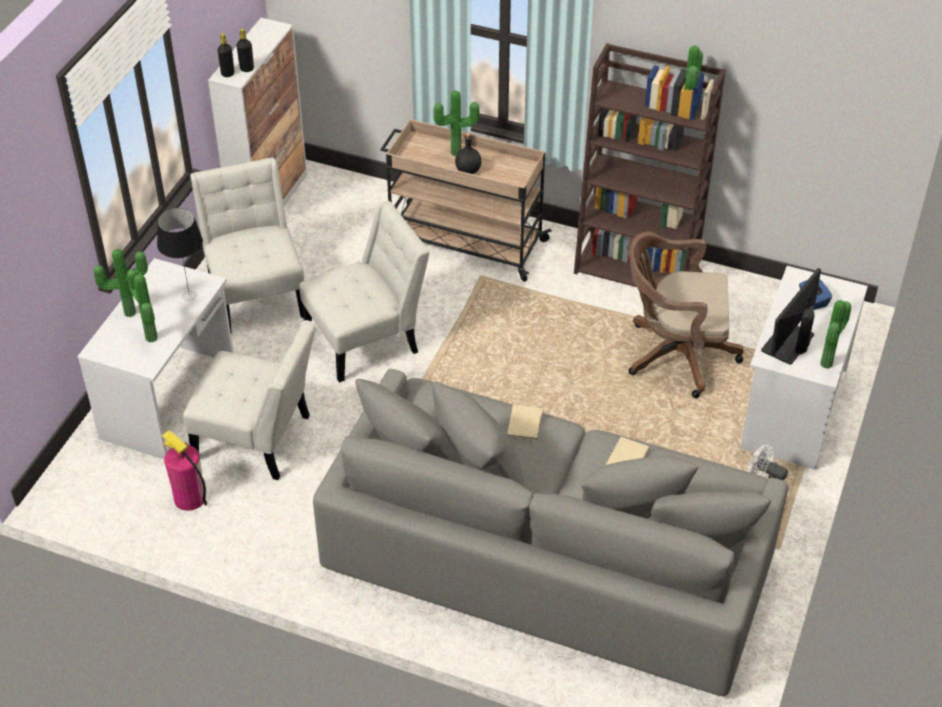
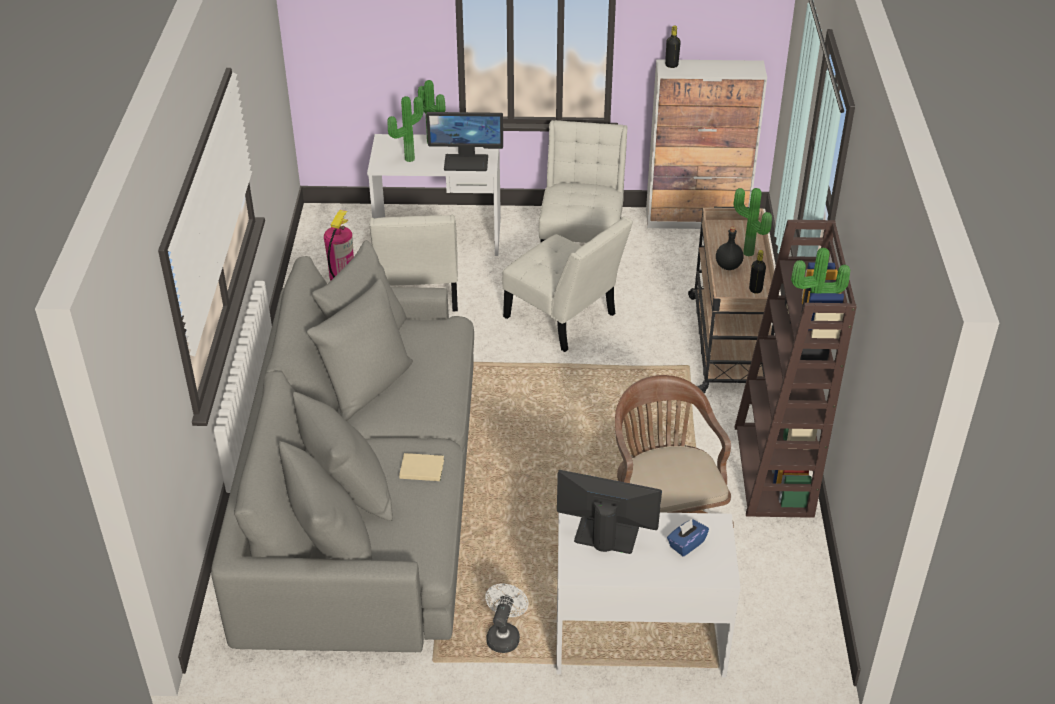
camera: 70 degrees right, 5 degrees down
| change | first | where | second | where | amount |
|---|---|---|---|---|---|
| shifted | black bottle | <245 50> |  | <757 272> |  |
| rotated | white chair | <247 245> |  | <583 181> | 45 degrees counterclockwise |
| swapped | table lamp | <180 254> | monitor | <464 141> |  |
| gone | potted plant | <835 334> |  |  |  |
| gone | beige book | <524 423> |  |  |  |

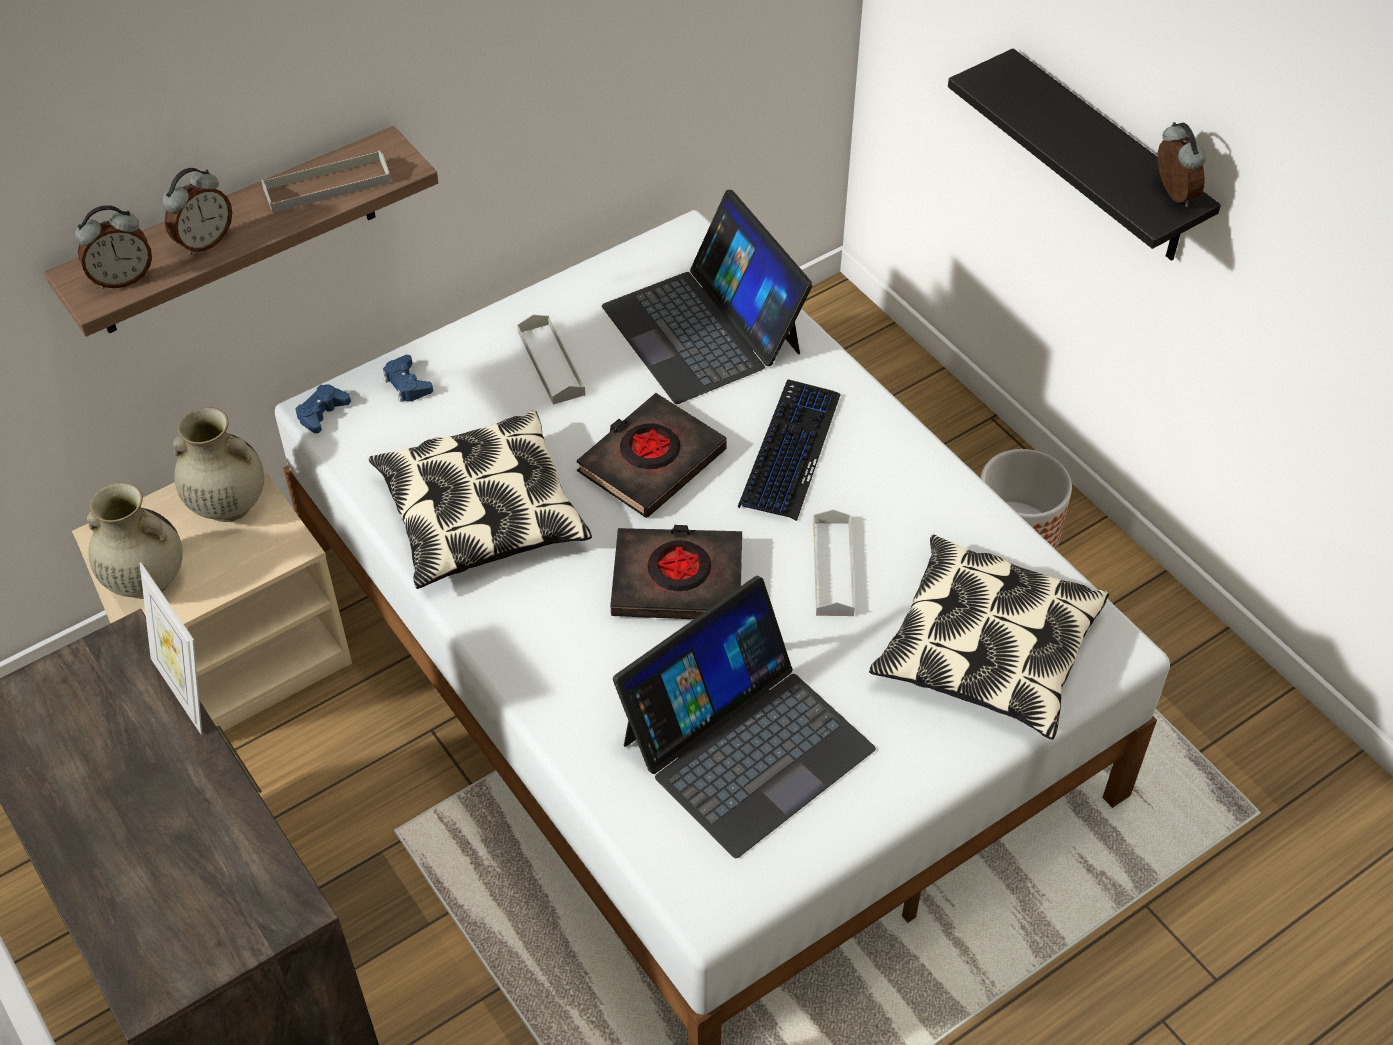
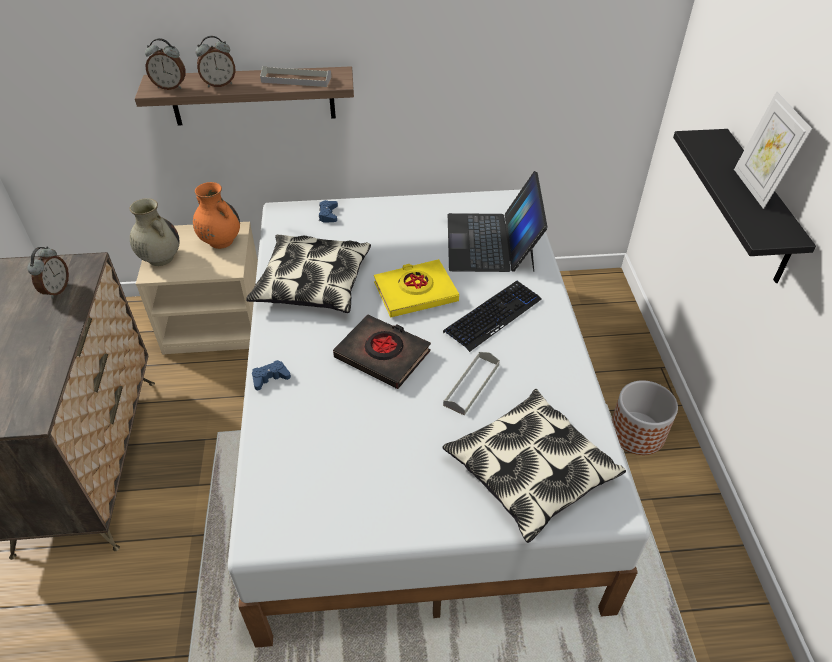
camera: 30 degrees right, 5 degrees down
| change | first | where | second | where | amount |
|---|---|---|---|---|---|
| shifted | alarm clock | <1182 164> |  | <48 272> |  |
| gone | grey tray | <551 360> |  |  |  |
| shifted | blue game controller | <323 408> |  | <271 375> |  |
| repainted | black book | <652 455> | yellow book | <416 288> |  |
| repainted | beige vase | <218 464> | orange vase | <216 215> |  |
| shifted | picture frame | <171 648> |  | <773 150> |  |
| gone | laptop | <744 717> |  |  |  |

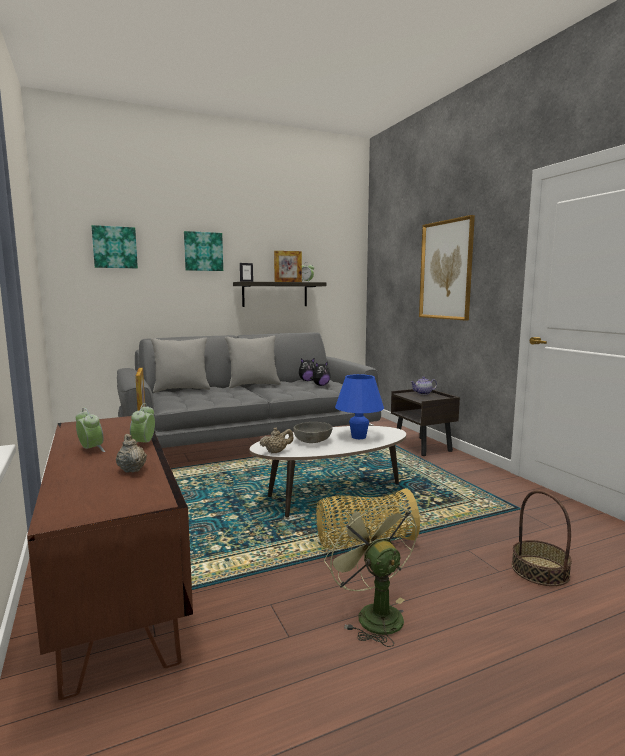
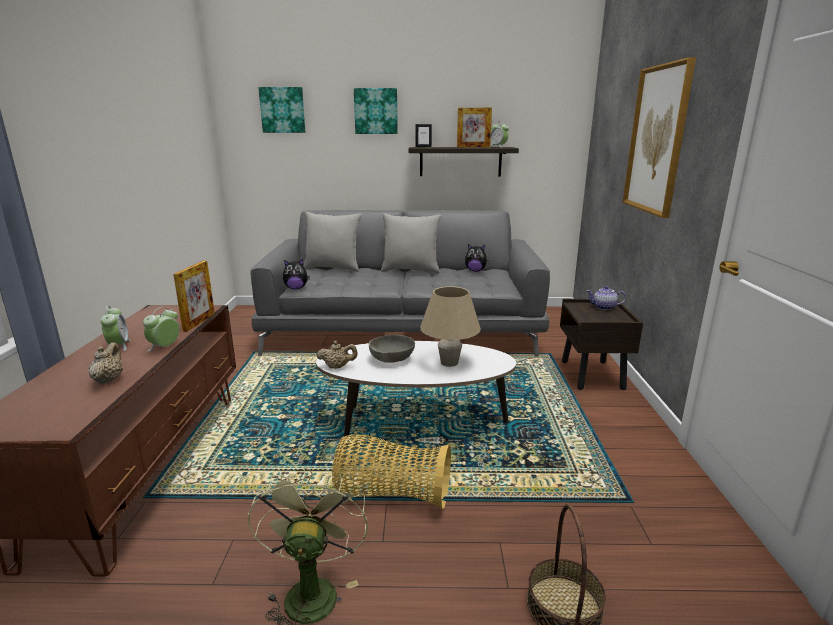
camera: 25 degrees right, 10 degrees up
| change | first | where | second | where | amount |
|---|---|---|---|---|---|
| shifted | plush toy | <320 373> |  | <296 274> |  |
| repainted | blue table lamp | <359 406> | beige table lamp | <450 326> |  |

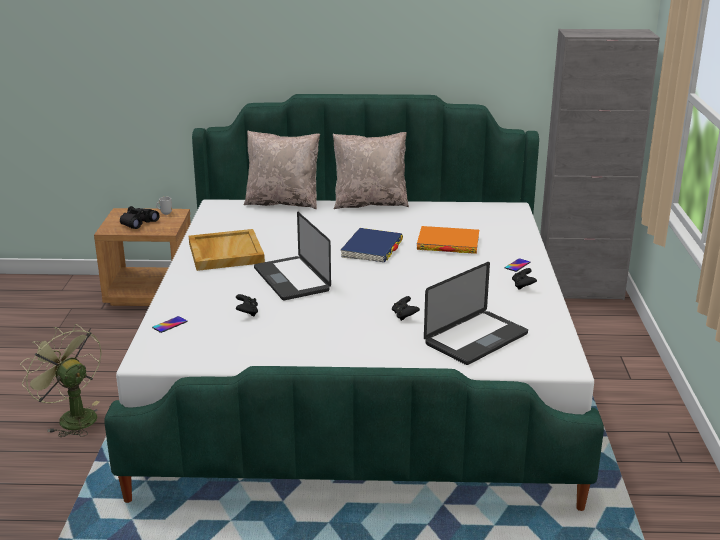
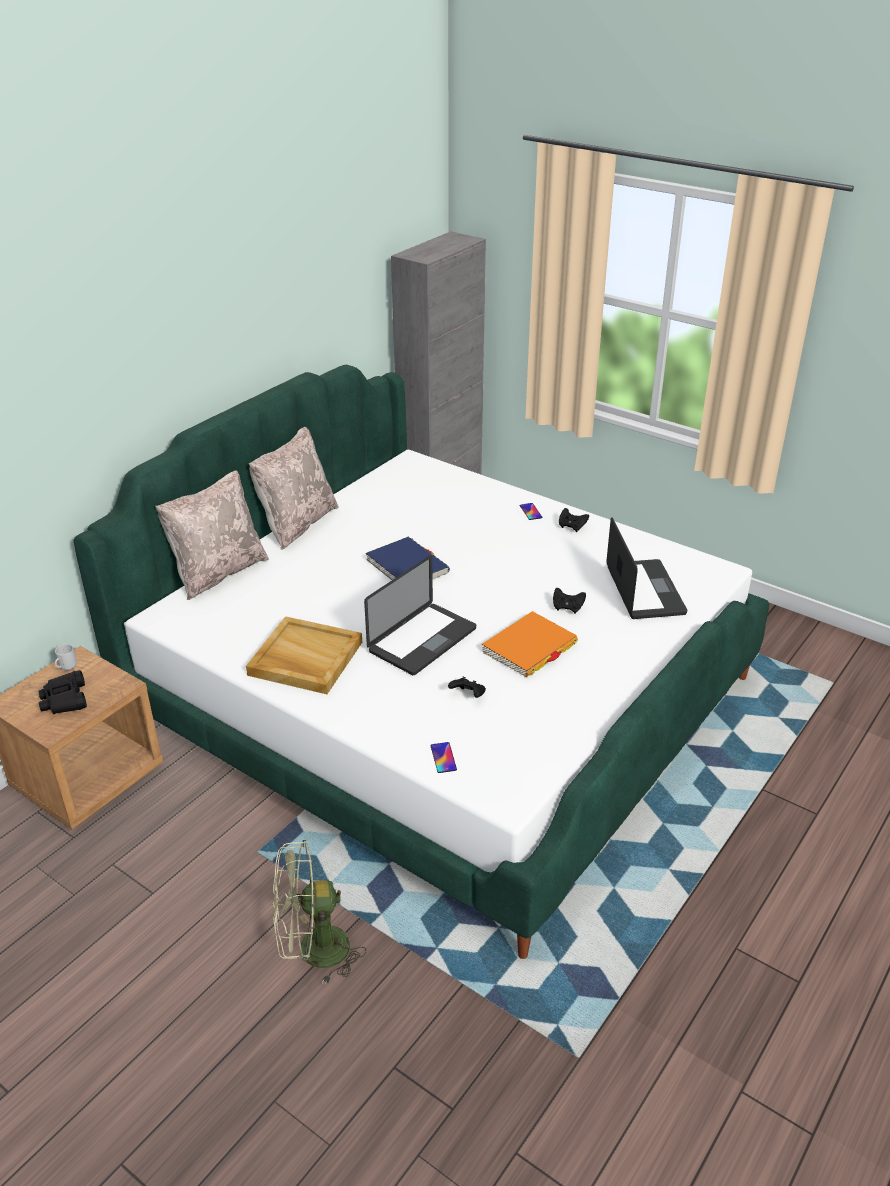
camera: 55 degrees left, 10 degrees up
| change | first | where | second | where | amount |
|---|---|---|---|---|---|
| rotated | laptop | <292 256> |  | <420 615> | 60 degrees counterclockwise |
| shifted | orange book | <448 240> |  | <530 644> |  |

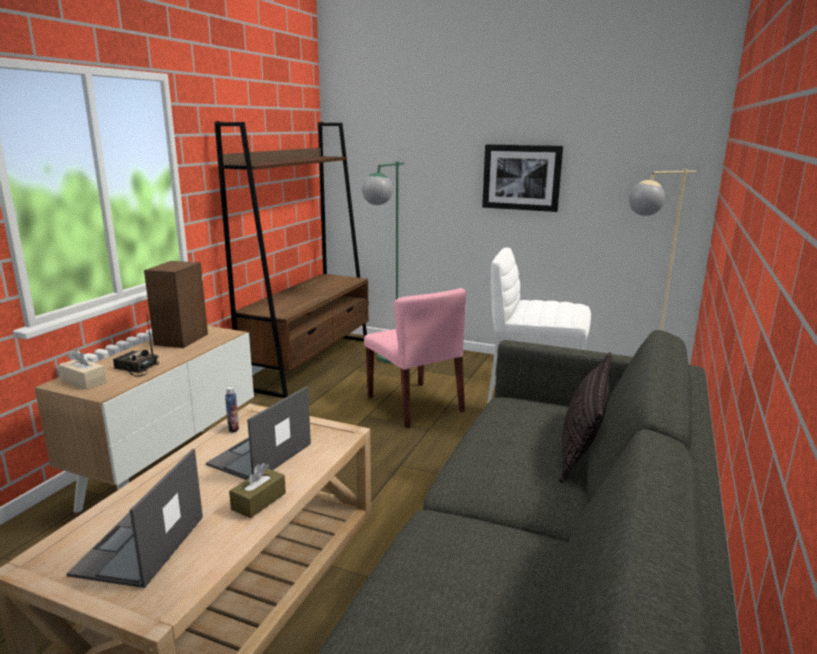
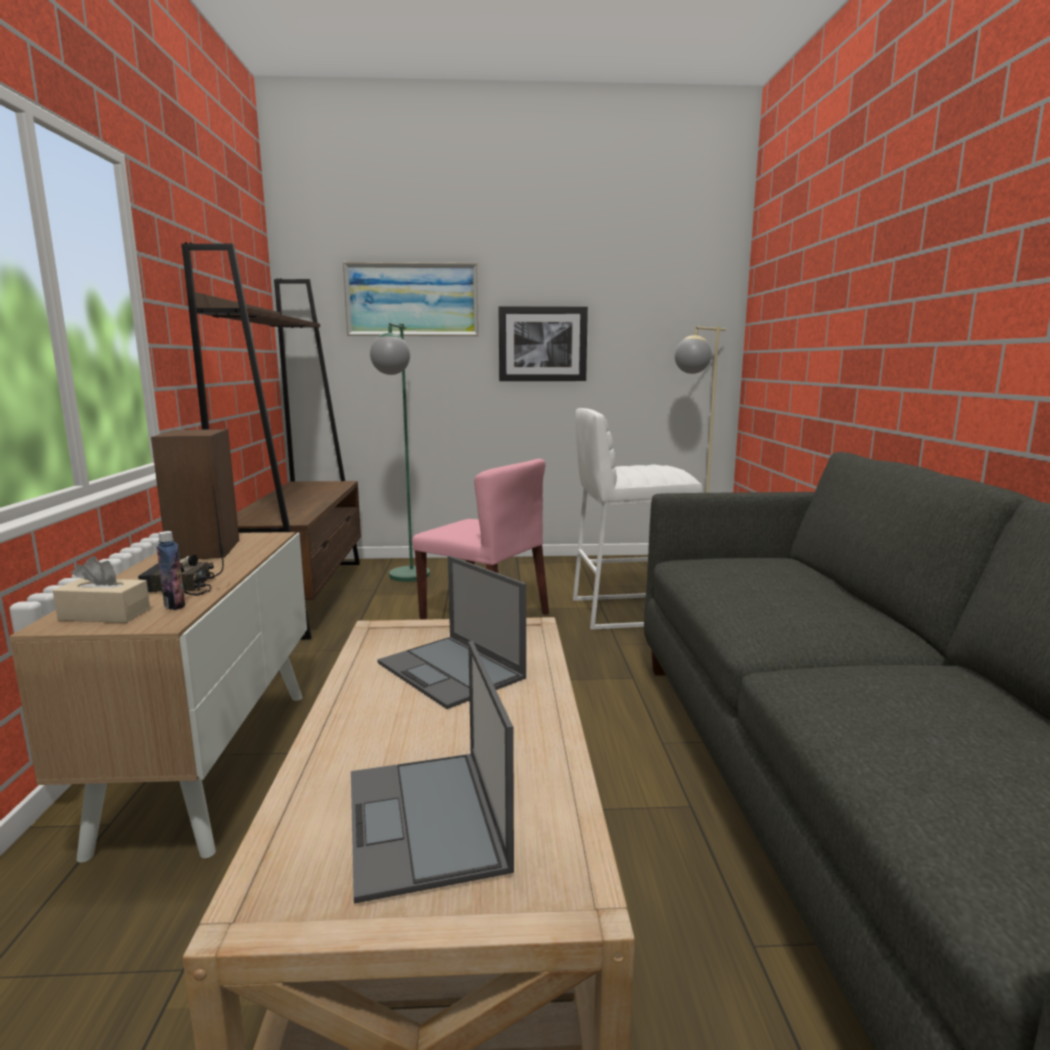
camera: 25 degrees left, 5 degrees down
| change | first | where | second | where | amount |
|---|---|---|---|---|---|
| gone | pillow | <585 417> |  |  |  |
| rotated | laptop | <258 433> |  | <451 632> | 45 degrees counterclockwise |
| shifted | bottle | <232 410> |  | <170 570> |  |
| gone | brown tissue box | <257 490> |  |  |  |
| new |  |  | picture | <411 299> |  |

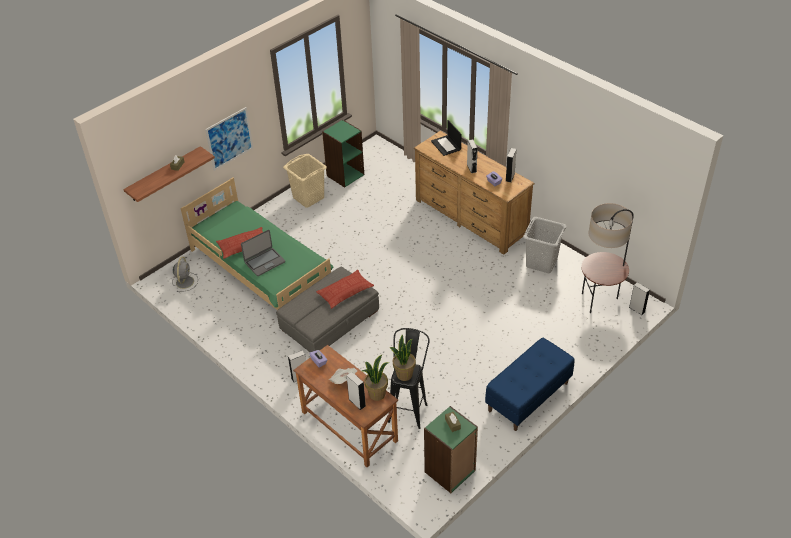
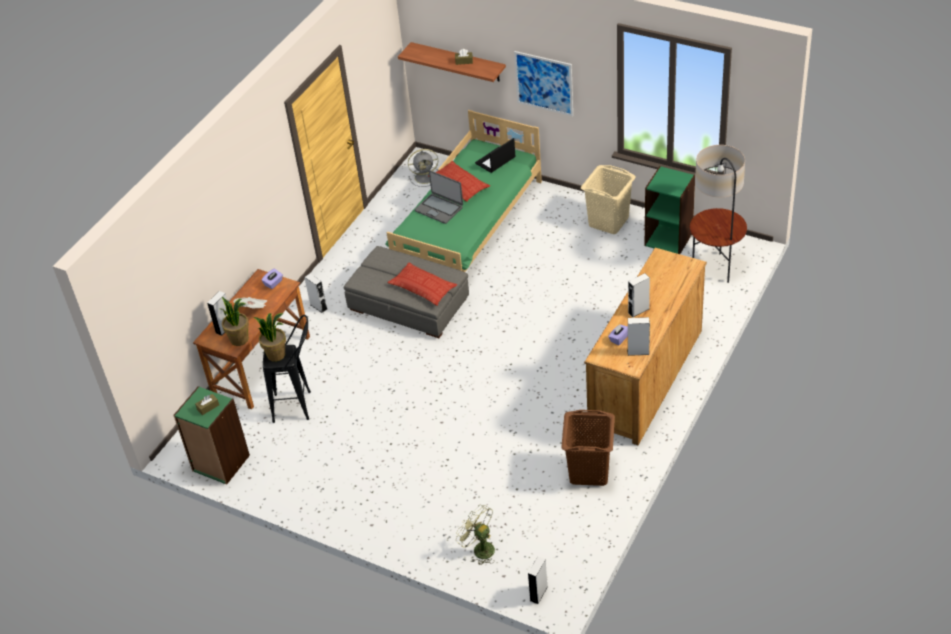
camera: 75 degrees right, 0 degrees up
| change | first | where | second | where | amount |
|---|---|---|---|---|---|
| shifted | laptop | <446 138> |  | <495 155> |  |
| shifted | floor lamp | <607 258> |  | <718 214> |  |
| repainted | grey laundry basket | <545 245> | brown laundry basket | <588 448> |  |
| gone | blue bench | <529 384> |  |  |  |
| new |  |  | green fan | <475 535> |  |

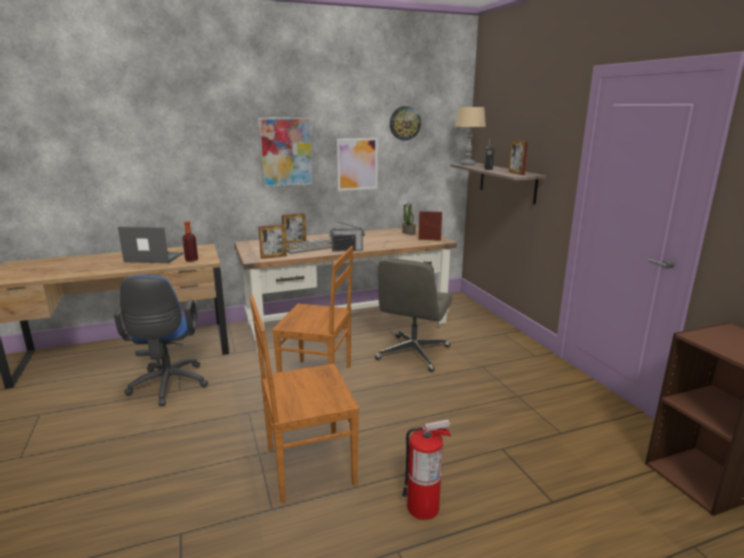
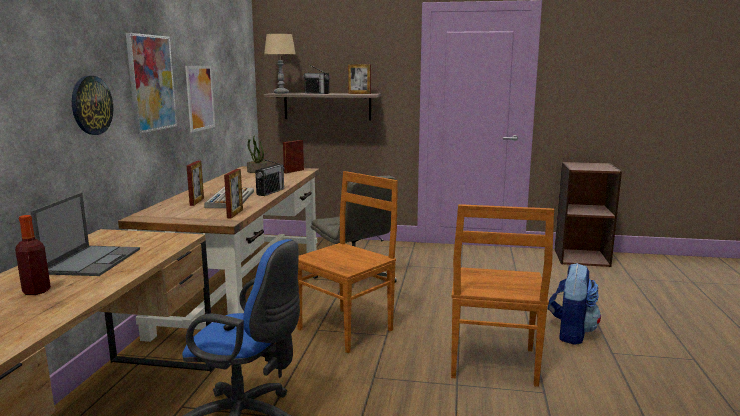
camera: 60 degrees left, 5 degrees down
| change | first | where | second | where | amount |
|---|---|---|---|---|---|
| shifted | wall clock | <405 123> |  | <92 105> |  |
| shifted | bottle | <190 241> |  | <33 255> |  |
| rotated | laptop | <151 245> |  | <85 234> | 150 degrees clockwise |
| swapped | fire extinguisher | <426 469> | backpack | <574 304> |  |

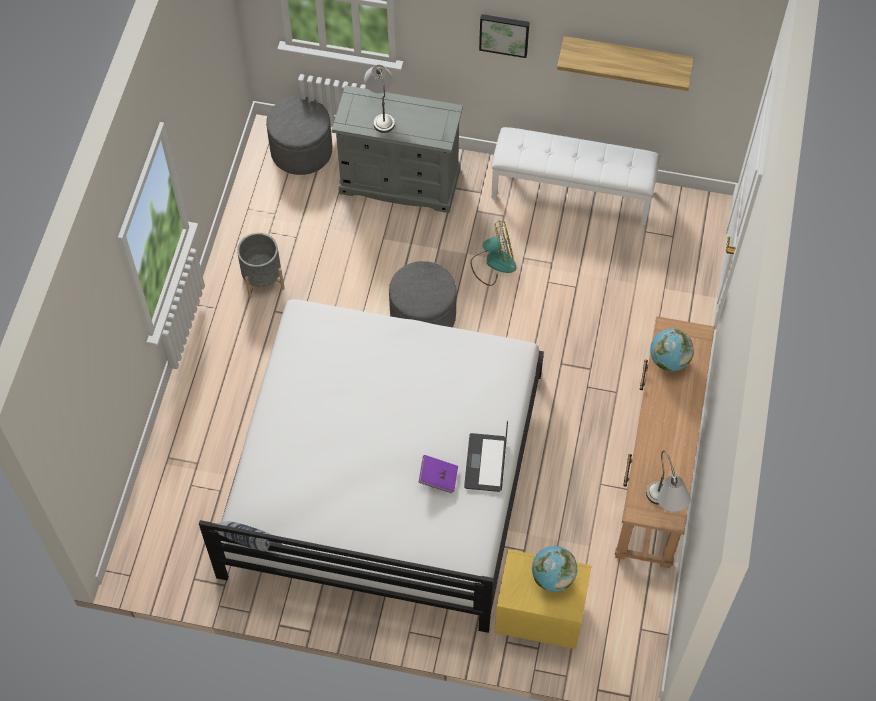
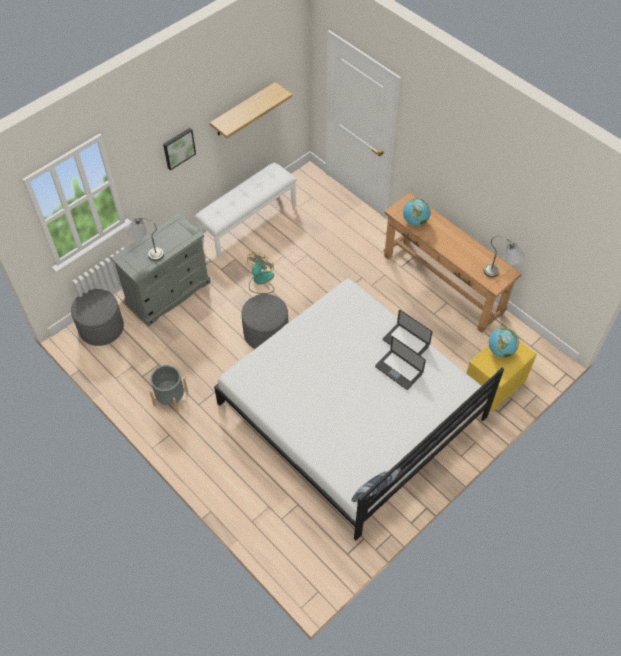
camera: 55 degrees left, 5 degrees down
| change | first | where | second | where | amount |
|---|---|---|---|---|---|
| swapped | purple book | <438 474> | laptop | <400 363> |  |

